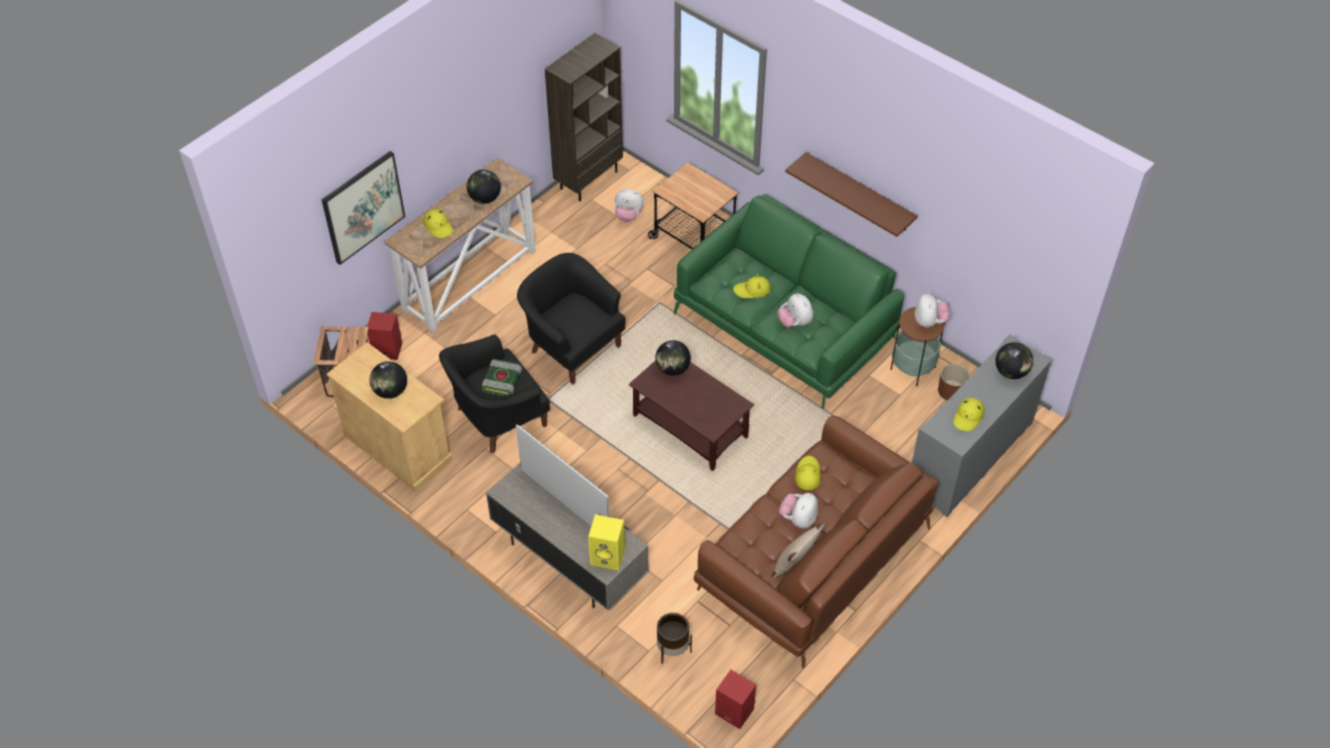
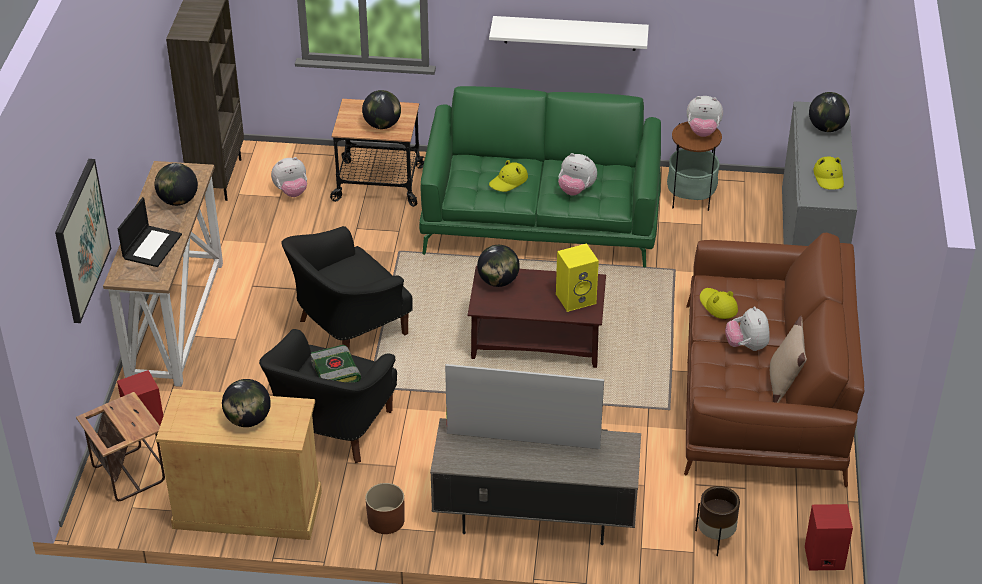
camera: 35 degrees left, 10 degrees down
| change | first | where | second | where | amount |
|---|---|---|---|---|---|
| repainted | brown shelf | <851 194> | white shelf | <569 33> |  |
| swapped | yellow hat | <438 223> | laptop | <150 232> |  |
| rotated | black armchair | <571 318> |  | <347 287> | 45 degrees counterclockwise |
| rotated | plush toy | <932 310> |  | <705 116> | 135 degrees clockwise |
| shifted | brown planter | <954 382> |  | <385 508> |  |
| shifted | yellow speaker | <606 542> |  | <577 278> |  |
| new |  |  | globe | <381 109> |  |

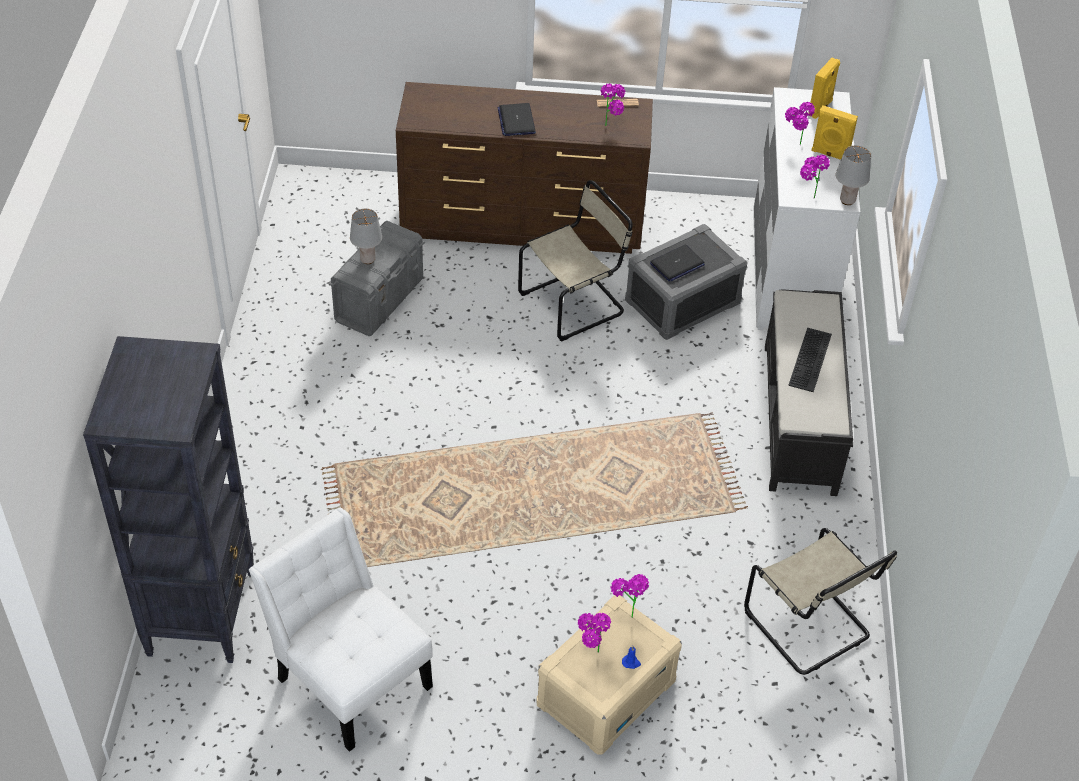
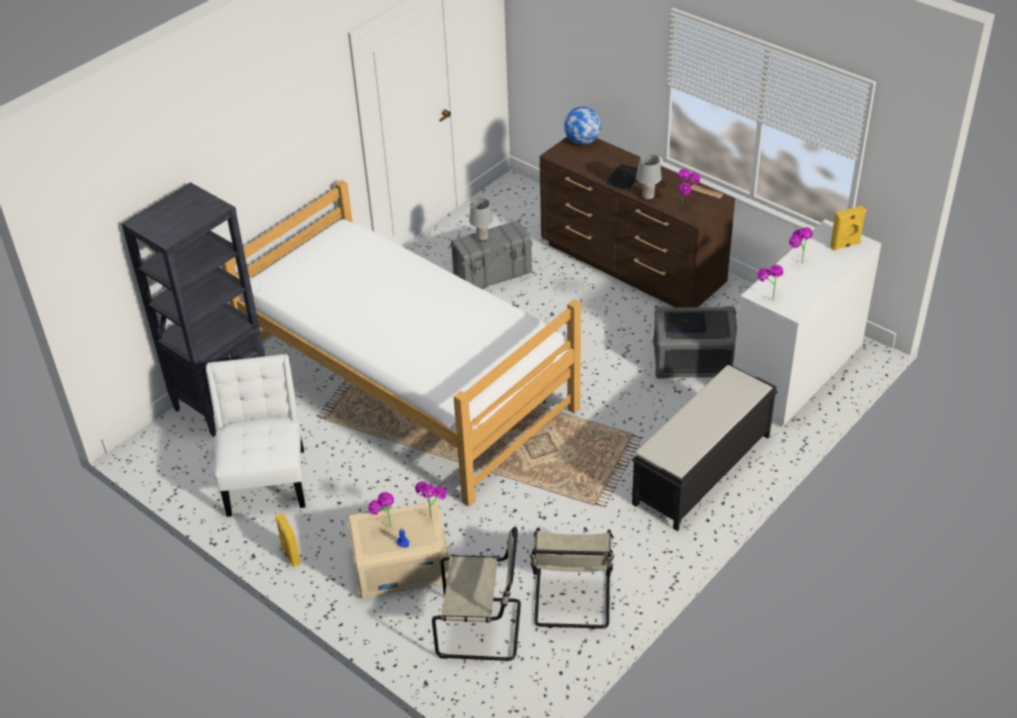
camera: 40 degrees right, 5 degrees down
| change | first | where | second | where | amount |
|---|---|---|---|---|---|
| shifted | yellow speaker | <834 132> |  | <288 540> |  |
| shifted | grey table lamp | <853 175> |  | <649 177> |  |
| shifted | beige chair | <575 261> |  | <476 594> |  |
| gone | keyboard | <810 360> |  |  |  |
| new |  |  | globe | <582 125> |  |
| new |  |  | bed | <401 343> |  |

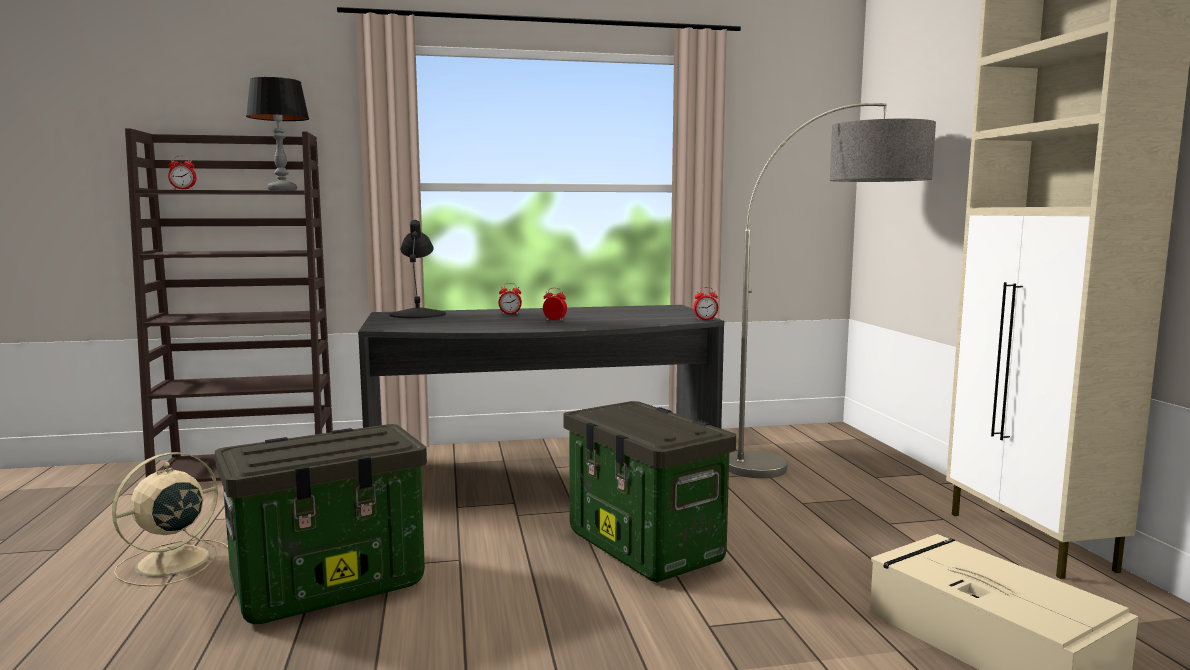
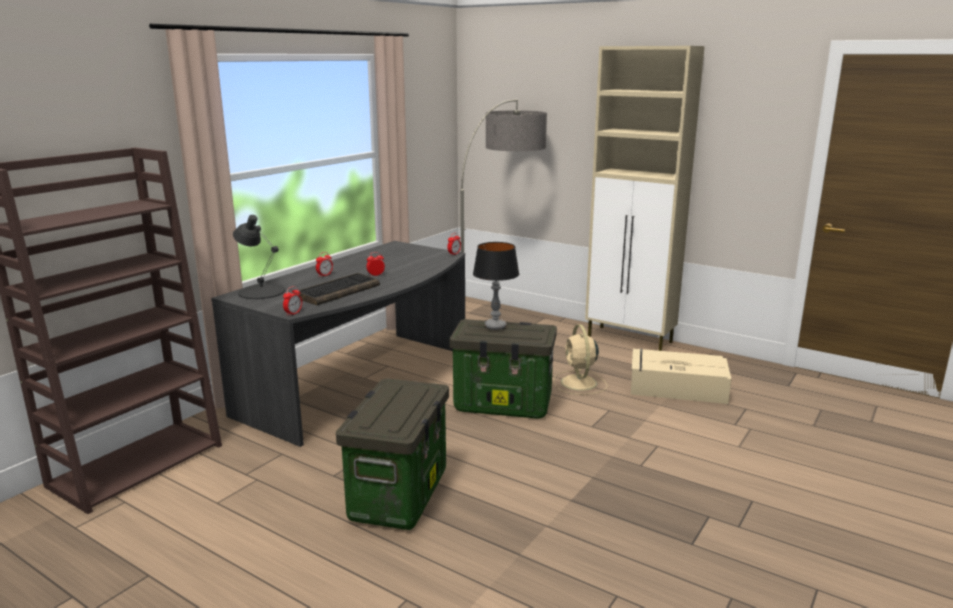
camera: 45 degrees left, 10 degrees up
| change | first | where | second | where | amount |
|---|---|---|---|---|---|
| shifted | table lamp | <277 133> |  | <496 286> |  |
| shifted | alarm clock | <182 173> |  | <292 301> |  |
| shifted | beige fan | <170 519> |  | <580 359> |  |
| new |  |  | keyboard | <338 289> |  |

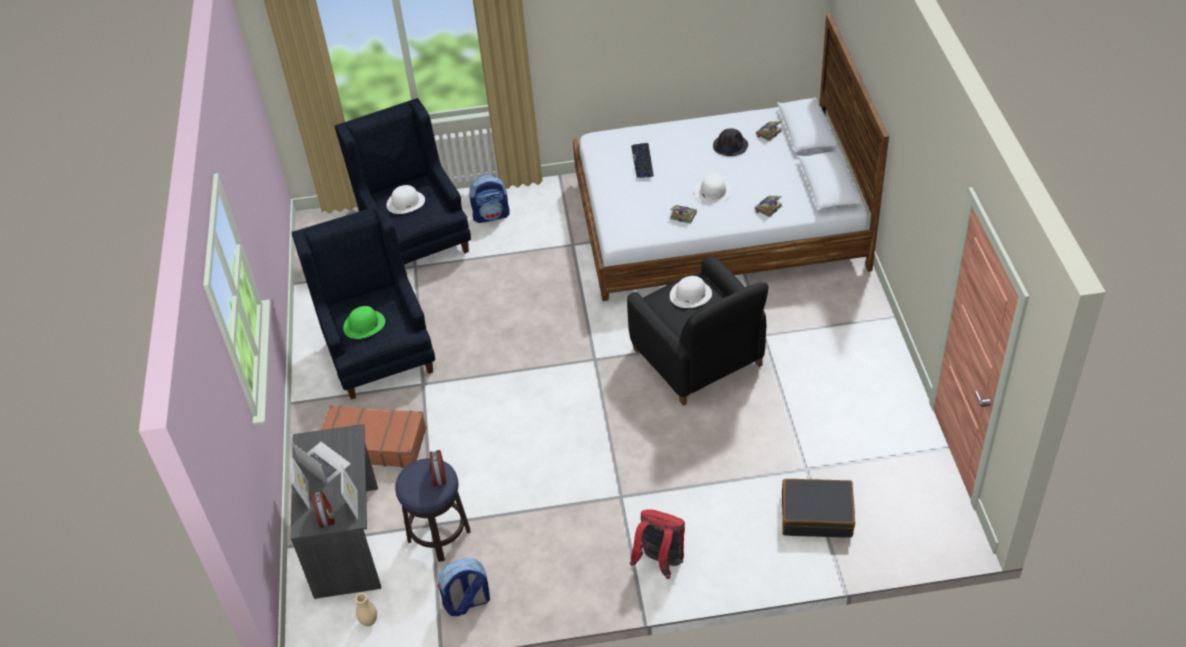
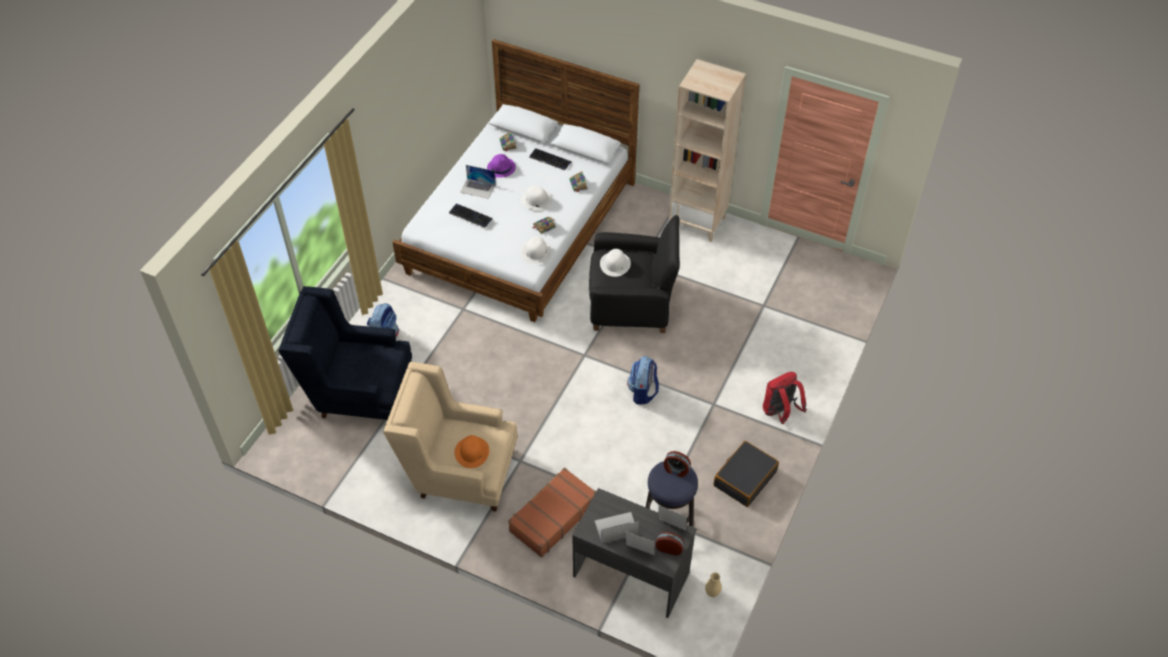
camera: 60 degrees left, 5 degrees up
| change | first | where | second | where | amount |
|---|---|---|---|---|---|
| repainted | black hat | <730 142> | purple hat | <501 166> |  |
| shifted | white hat | <405 199> |  | <536 250> |  |
| repainted | blue armchair | <363 301> | beige armchair | <450 437> |  |
| repainted | green hat | <364 322> | orange hat | <472 451> |  |
| shifted | black suitcase | <818 508> |  | <746 474> |  |
| shifted | backpack | <464 587> |  | <643 380> |  |
| new |  |  | beige bookcase | <707 150> |  |
| new |  |  | keyboard | <550 159> |  |
| new |  |  | laptop | <478 182> |  |

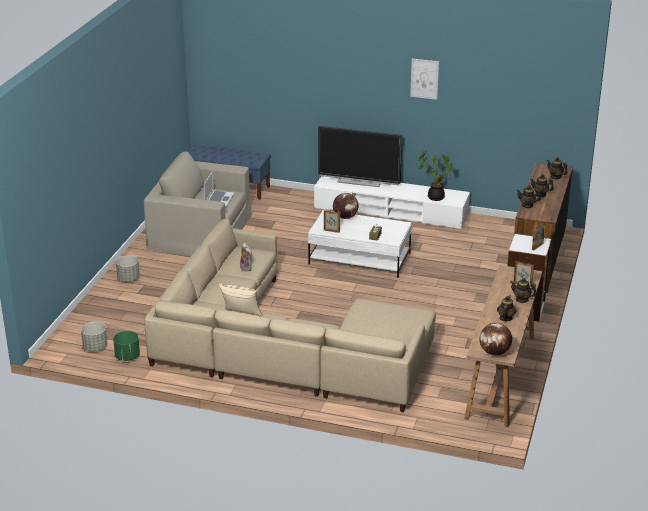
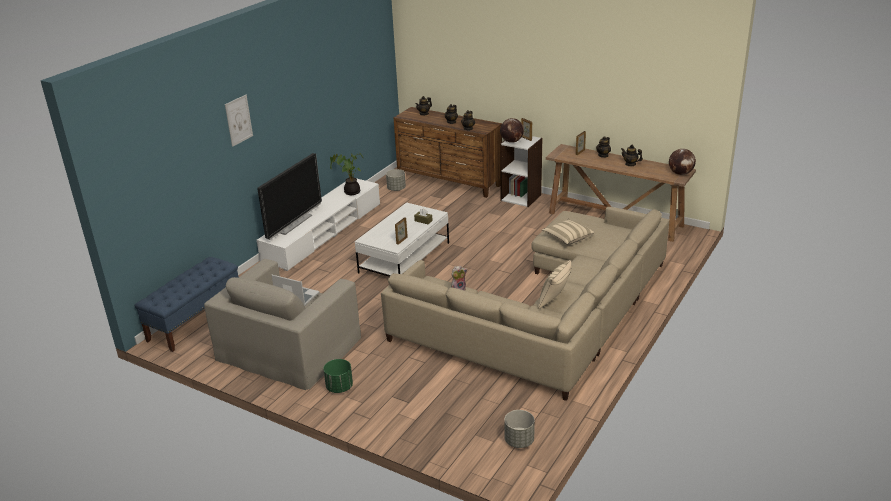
camera: 75 degrees left, 0 degrees up
| change | first | where | second | where | amount |
|---|---|---|---|---|---|
| shifted | picture | <424 79> |  | <239 121> |  |
| shifted | globe | <346 206> |  | <512 130> |  |
| shifted | grey planter | <128 268> |  | <396 180> |  |
| shifted | green planter | <126 346> |  | <338 376> |  |
| new |  |  | beige pillow | <568 232> |  |

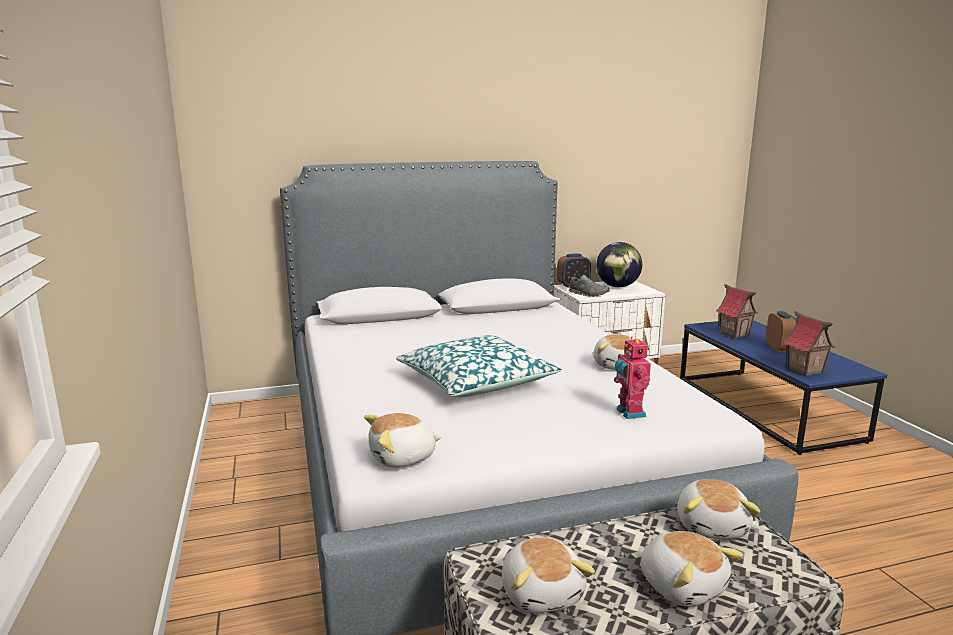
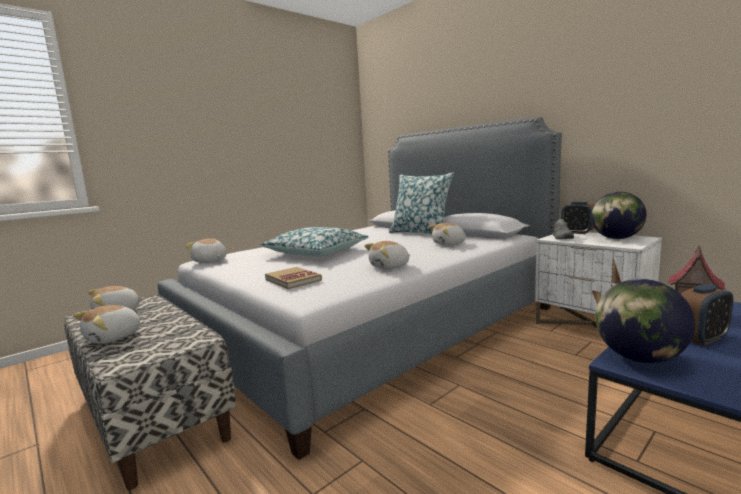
camera: 65 degrees right, 5 degrees down
| change | first | where | second | where | amount |
|---|---|---|---|---|---|
| swapped | toy house | <809 343> | globe | <645 321> |  |
| swapped | toy robot | <632 378> | book | <293 278> |  |
| shifted | plush toy | <719 509> |  | <447 234> |  |
| new |  |  | pillow | <421 203> |  |

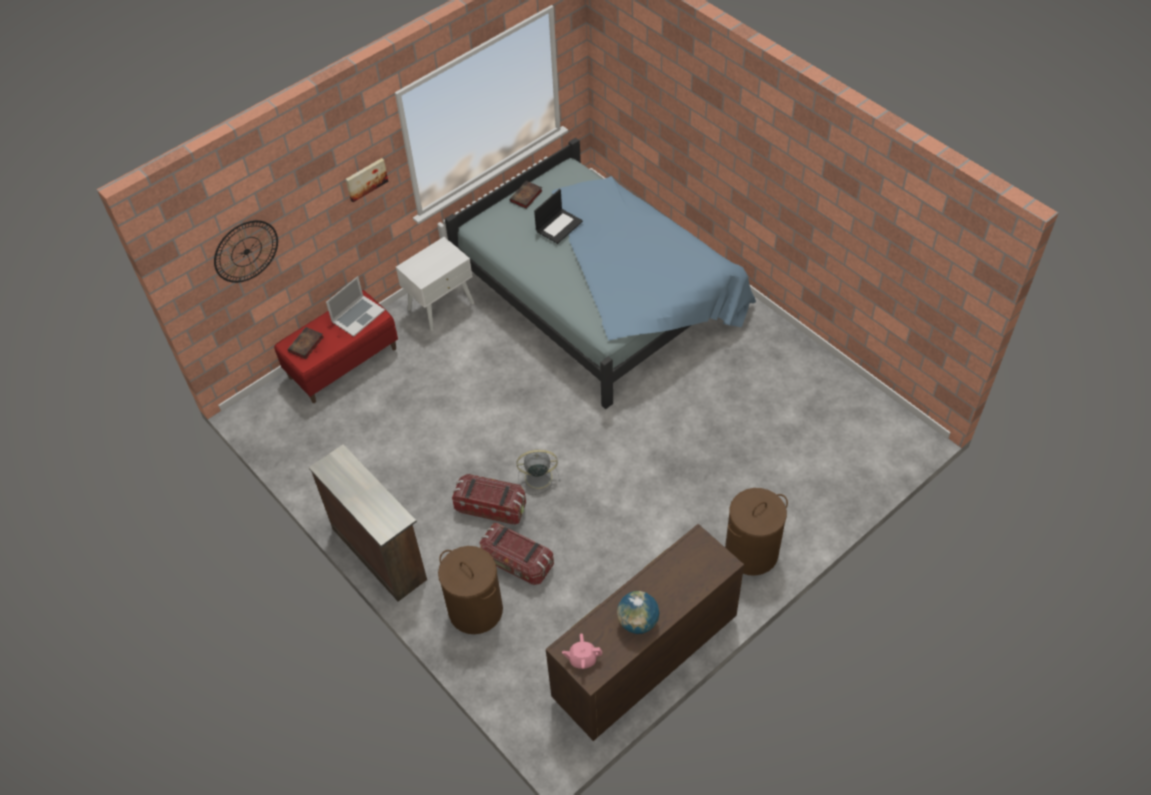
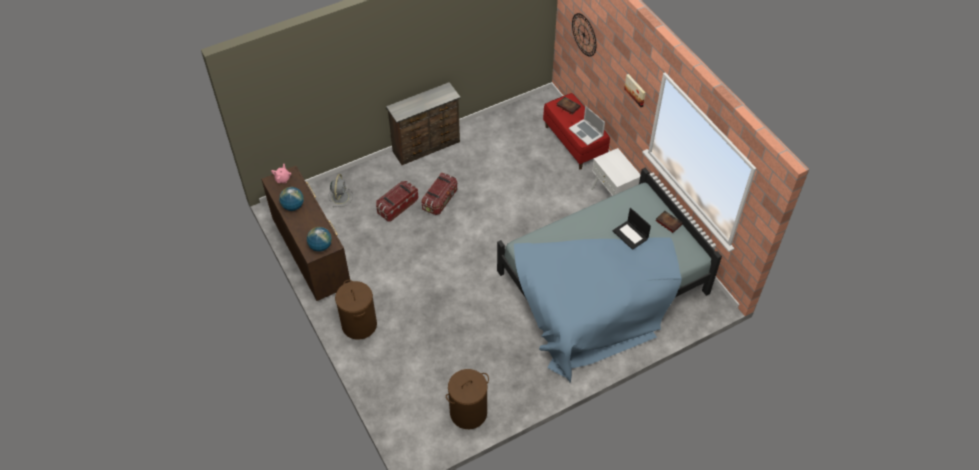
camera: 100 degrees right, 0 degrees up
| change | first | where | second | where | amount |
|---|---|---|---|---|---|
| shifted | grey fan | <538 472> |  | <340 190> |  |
| shifted | brown laundry basket | <470 590> |  | <467 399> |  |
| new |  |  | globe | <319 239> |  |

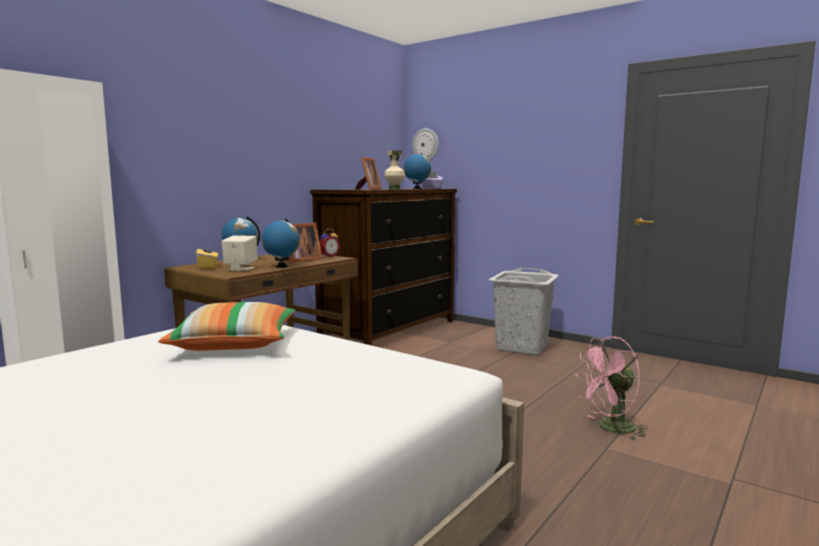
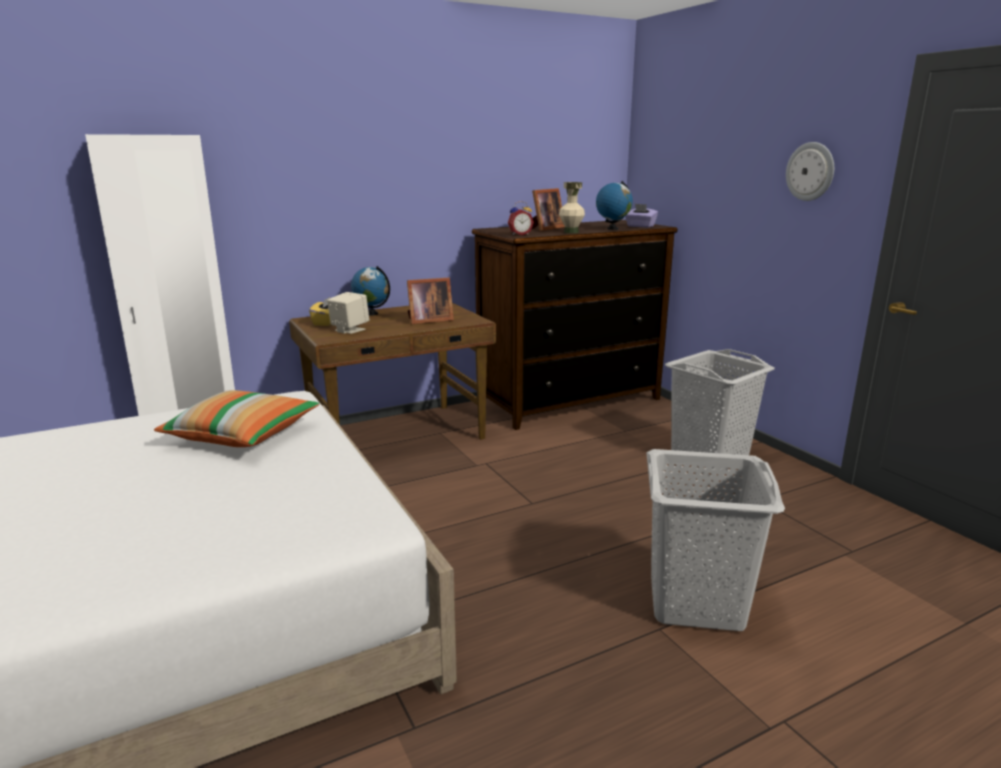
camera: 25 degrees right, 10 degrees up
| change | first | where | second | where | amount |
|---|---|---|---|---|---|
| shifted | wall clock | <425 144> |  | <810 171> |  |
| gone | globe | <281 243> |  |  |  |
| shifted | alarm clock | <330 243> |  | <521 218> |  |
| swapped | pink fan | <612 388> | grey laundry basket | <716 540> |  |

